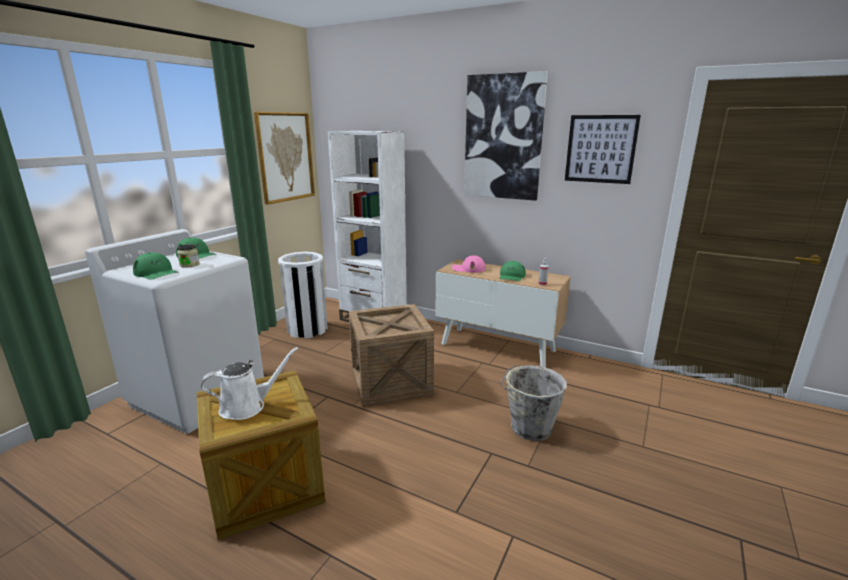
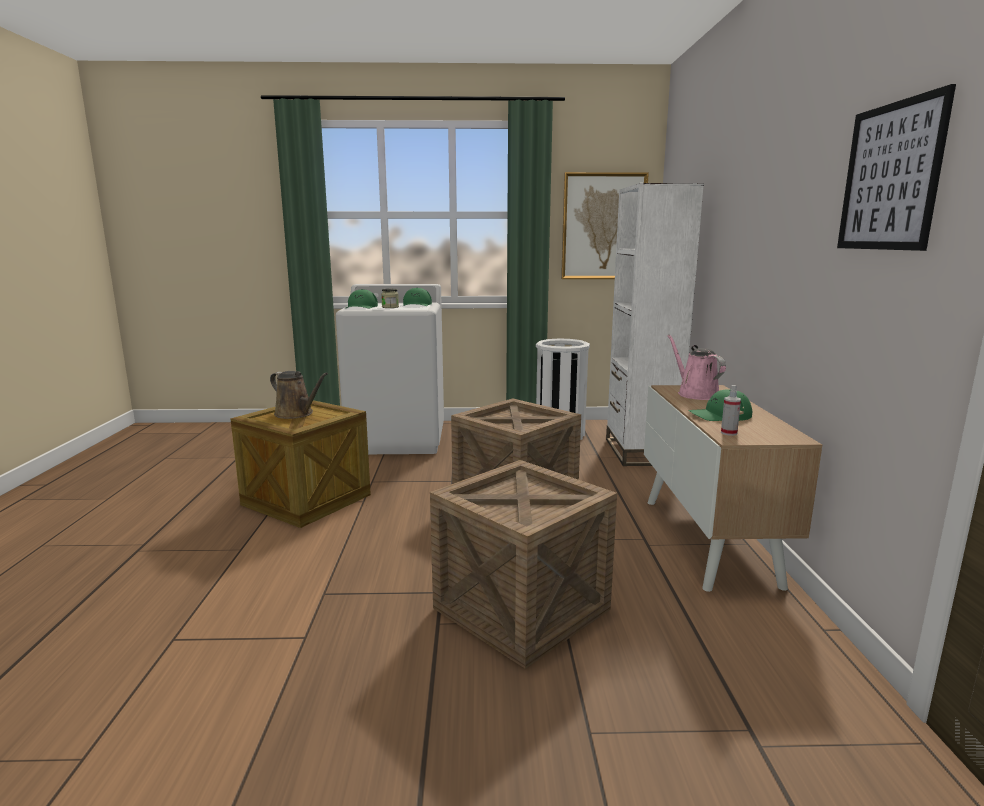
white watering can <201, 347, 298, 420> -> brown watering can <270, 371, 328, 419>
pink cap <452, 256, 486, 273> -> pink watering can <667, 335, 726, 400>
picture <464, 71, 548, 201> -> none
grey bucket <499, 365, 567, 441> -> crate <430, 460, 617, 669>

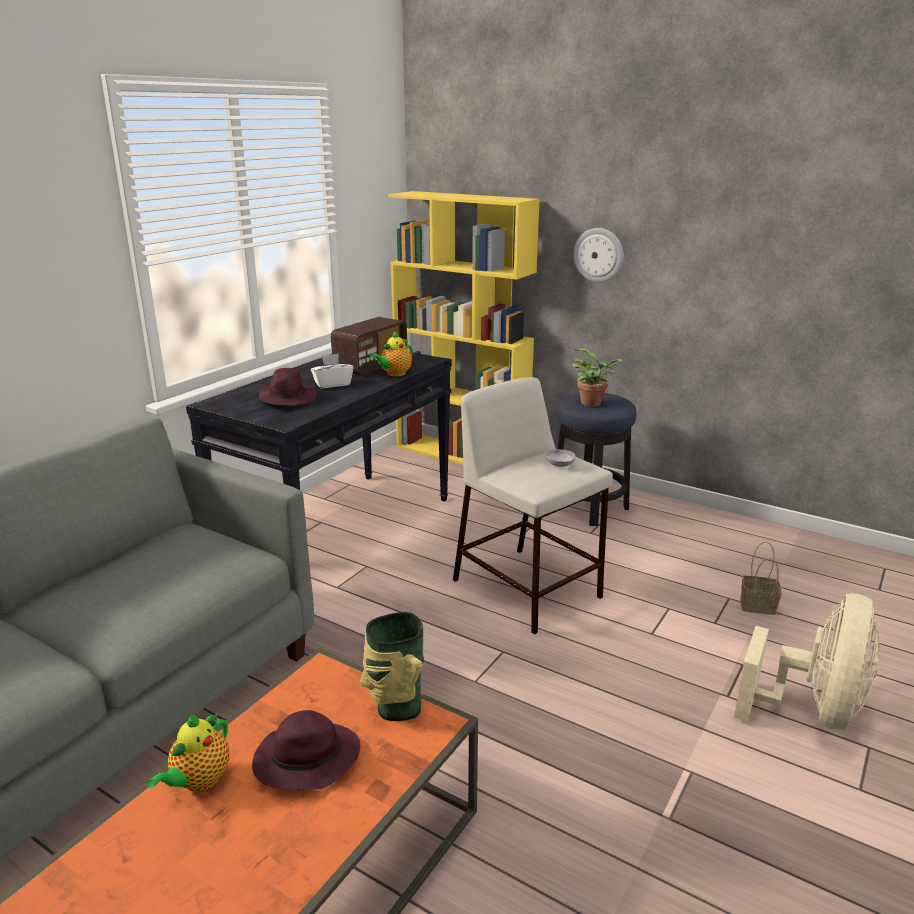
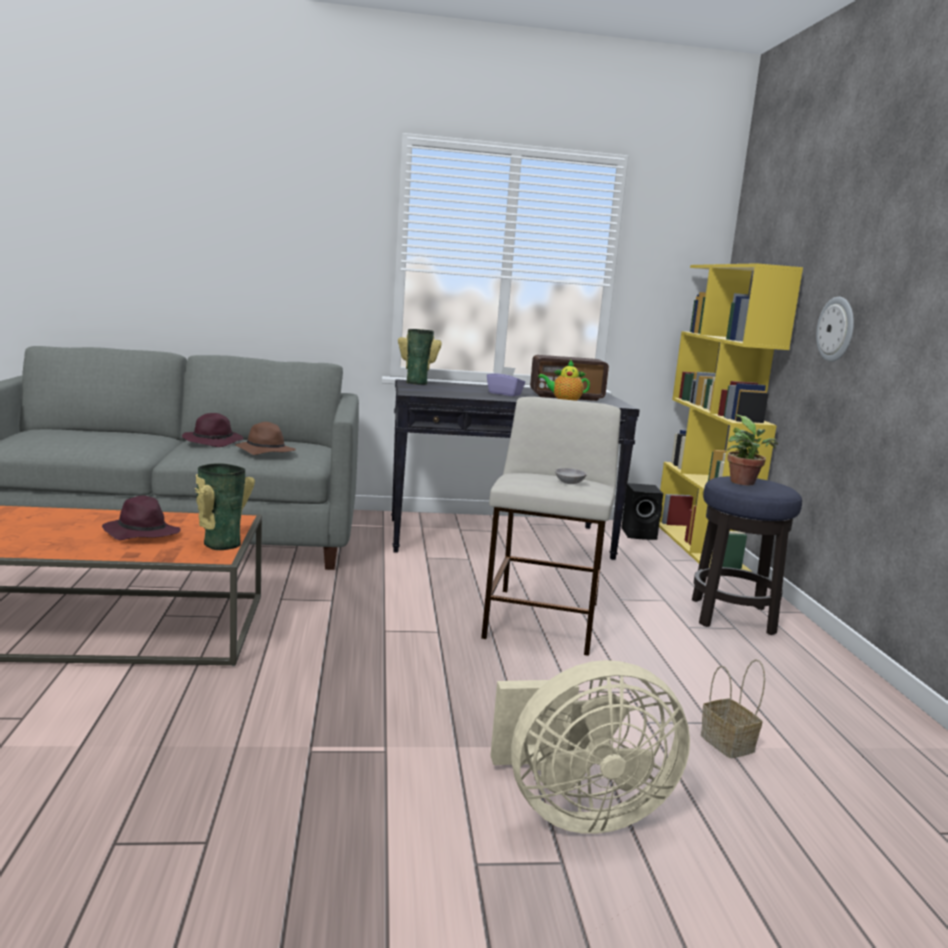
teapot <147, 714, 230, 792> -> none
purple hat <258, 368, 317, 406> -> purple hat <182, 413, 244, 447>, shifted
white tissue box <311, 354, 354, 389> -> purple tissue box <487, 367, 526, 396>
none -> brown hat <235, 422, 296, 455>
none -> vase <398, 329, 442, 385>
none -> black speaker <621, 483, 663, 540>

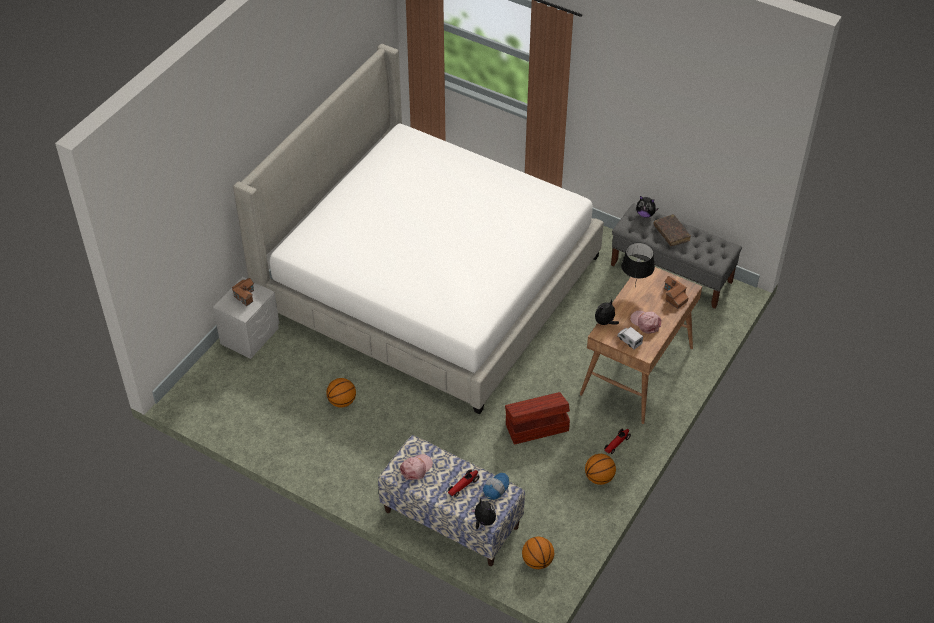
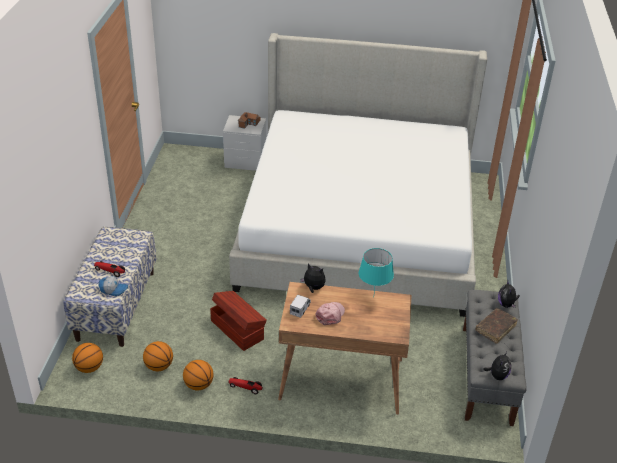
basketball <326, 378, 356, 408> -> basketball <143, 341, 173, 371>, shifted
pink cap <400, 454, 433, 480> -> none
plush toy <471, 498, 496, 529> -> plush toy <483, 352, 511, 380>, shifted
black table lamp <621, 242, 655, 287> -> turquoise table lamp <359, 248, 394, 293>
toy house <664, 276, 689, 309> -> none

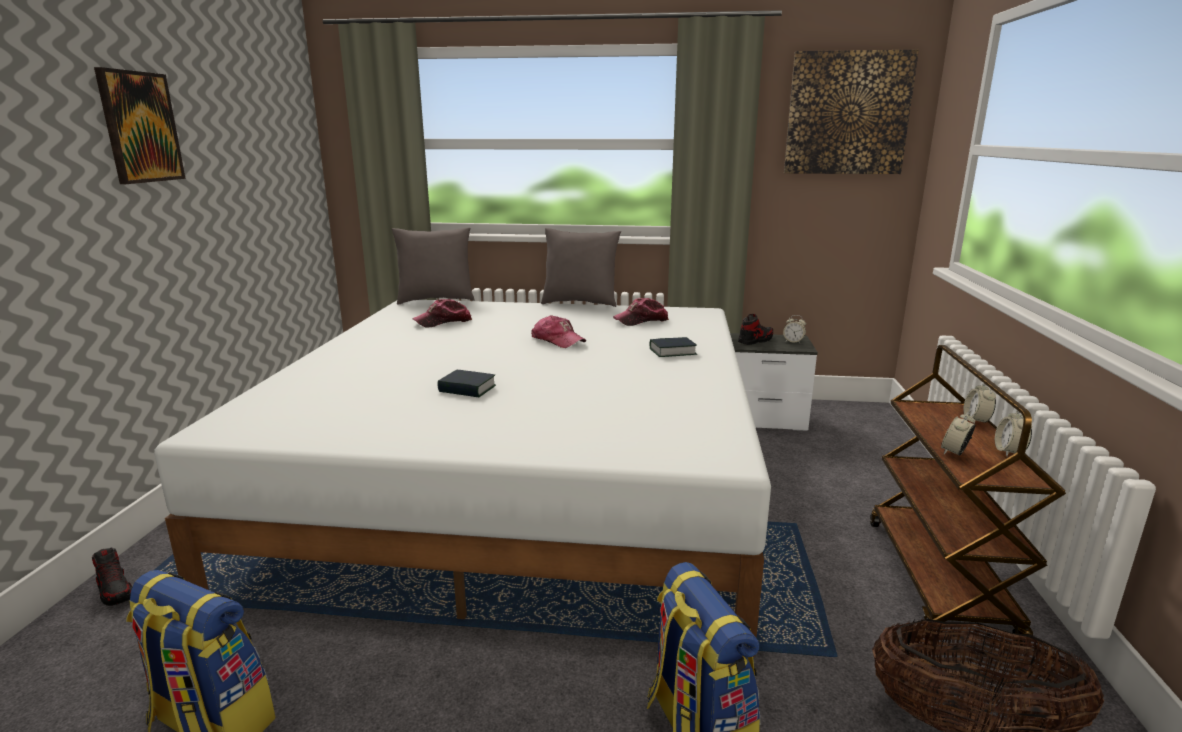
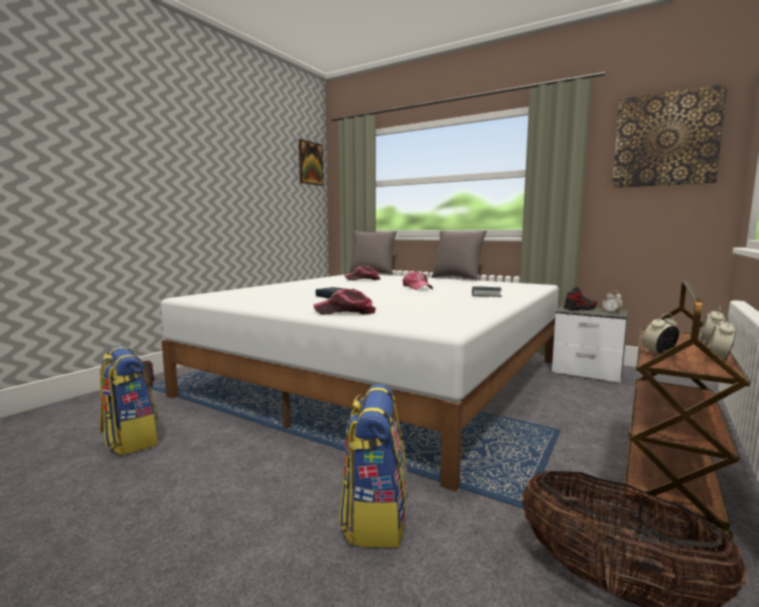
picture <94, 67, 186, 184> -> picture <299, 139, 323, 186>, shifted
cap <613, 298, 669, 326> -> cap <313, 289, 376, 315>, shifted

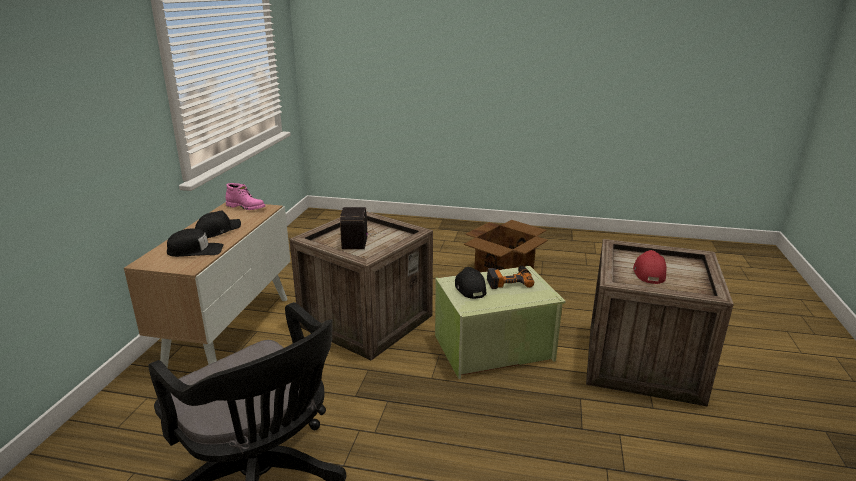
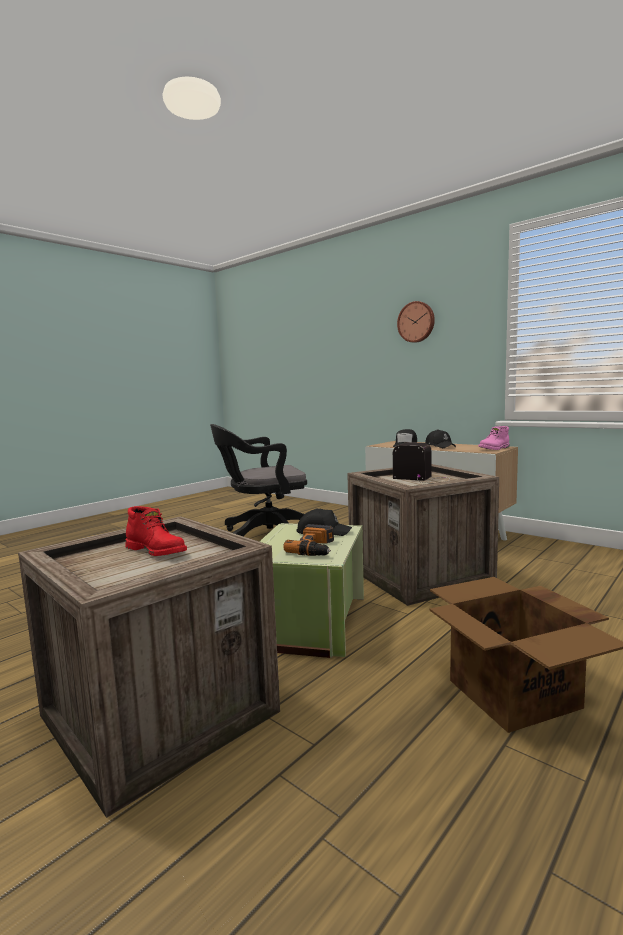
red cap <633, 250, 666, 284> -> red boot <125, 506, 187, 556>
none -> wall clock <397, 301, 435, 343>

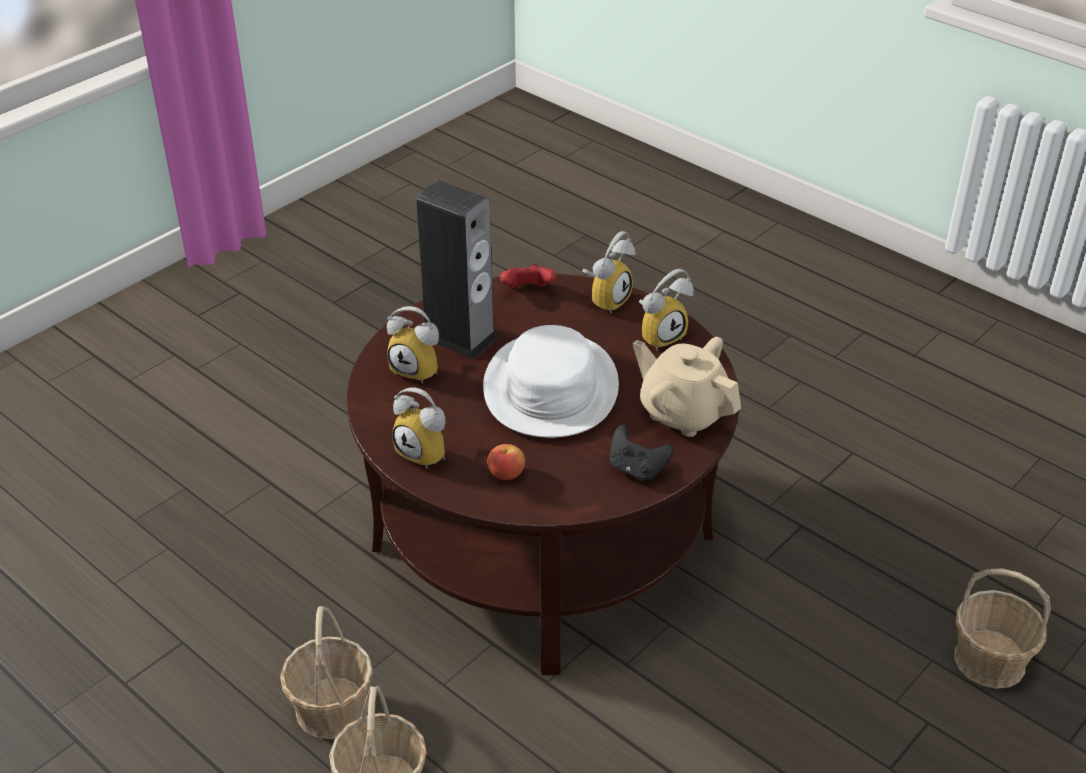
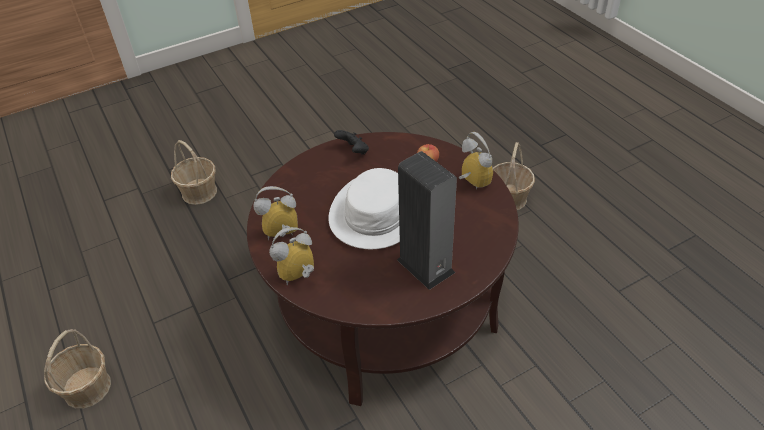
basket <280, 606, 373, 739> -> basket <44, 329, 111, 409>, shifted
alarm clock <387, 306, 439, 384> -> none
red game controller <500, 264, 556, 288> -> none
beige teapot <633, 337, 741, 437> -> none

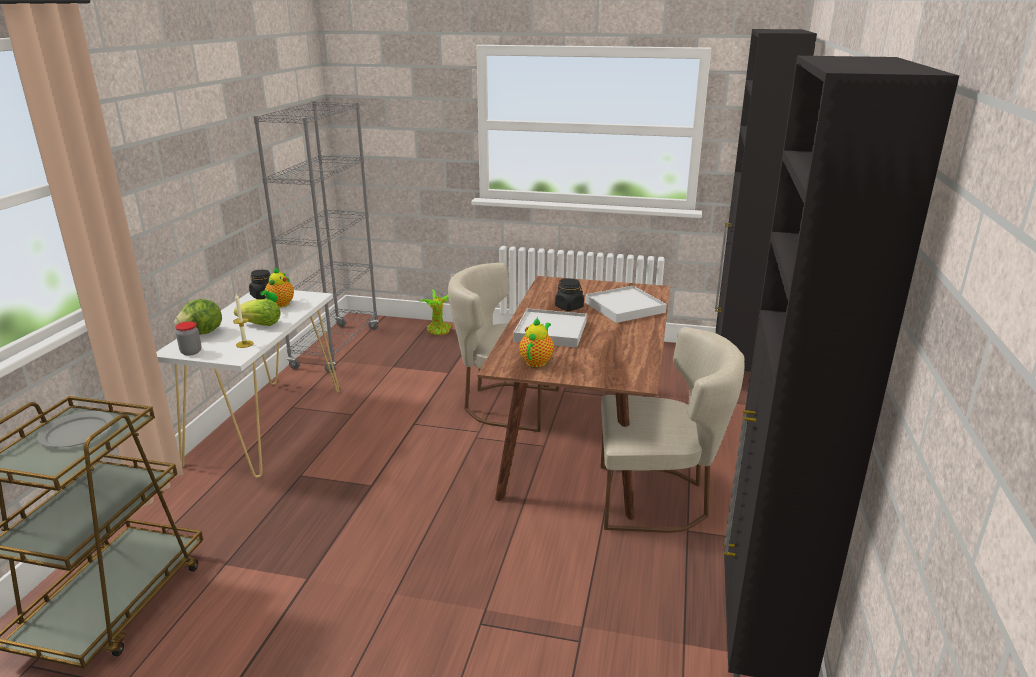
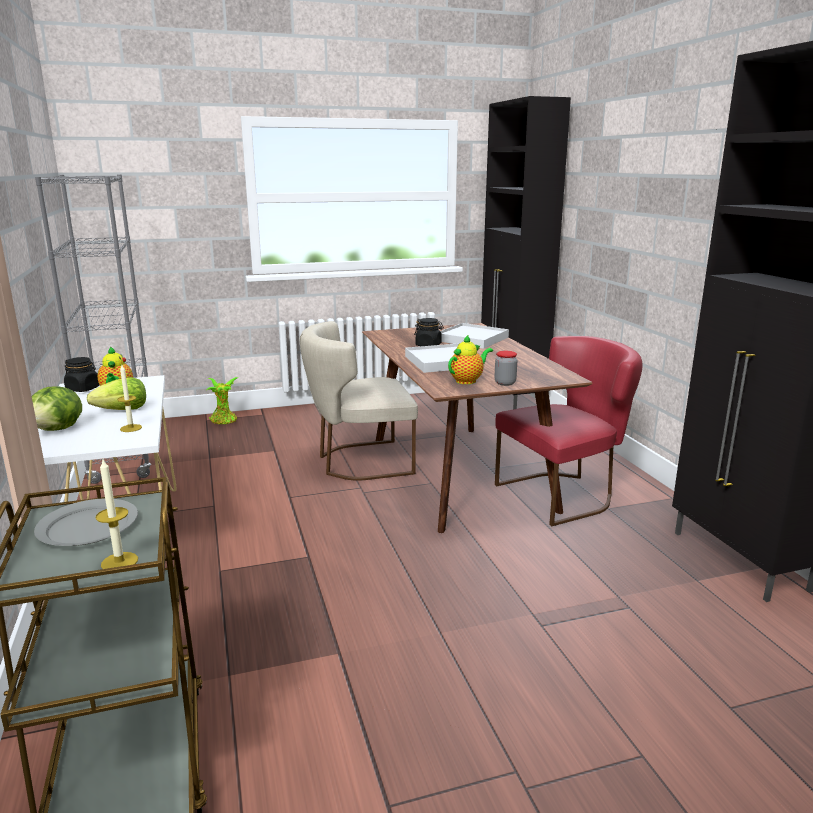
jar <175, 321, 201, 356> -> jar <495, 351, 518, 386>, shifted
teapot <519, 317, 554, 367> -> teapot <448, 334, 493, 384>, 60 degrees clockwise
beige chair <600, 327, 745, 533> -> red chair <495, 336, 643, 526>
none -> candle <96, 460, 138, 569>

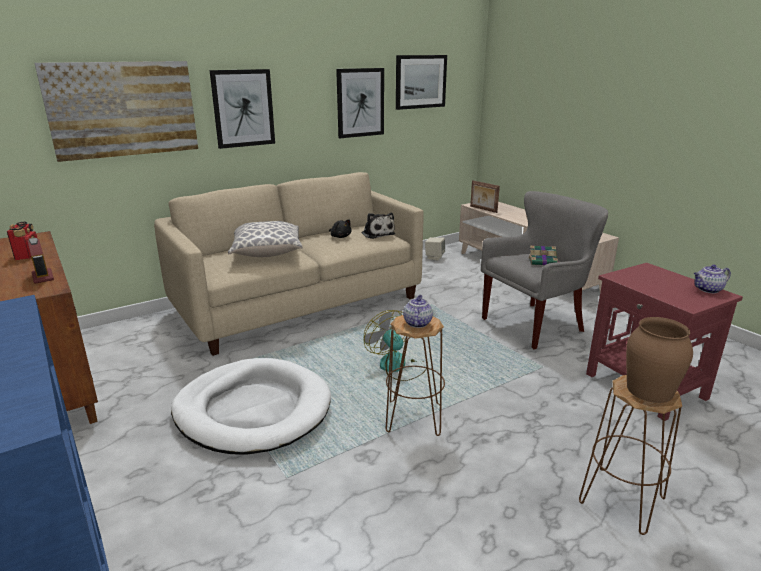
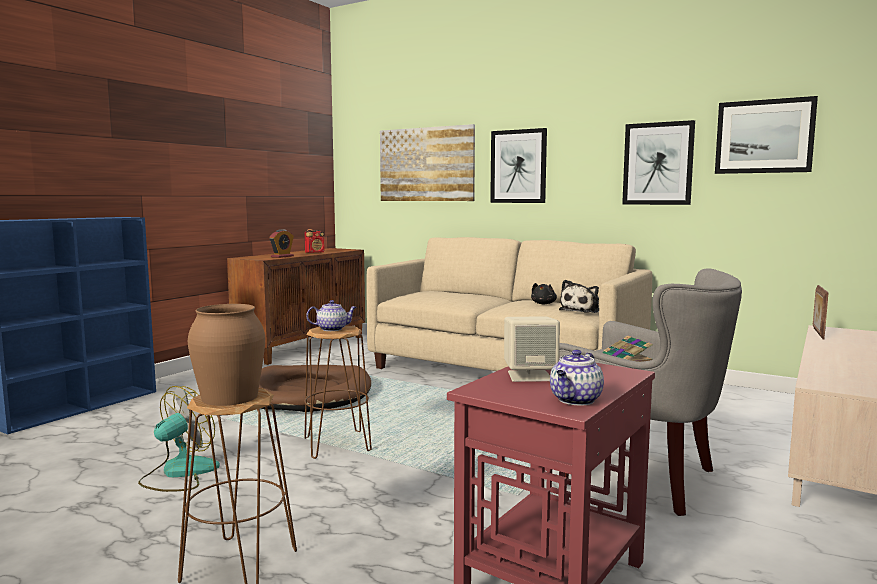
white dog bed <171, 358, 331, 454> -> brown dog bed <259, 365, 371, 412>
pillow <228, 221, 303, 257> -> none
fan <364, 310, 427, 381> -> fan <138, 386, 220, 492>, shifted
beige speaker <425, 237, 445, 261> -> beige speaker <504, 316, 560, 382>, shifted
teapot <694, 265, 731, 293> -> teapot <550, 350, 604, 405>, 105 degrees counterclockwise

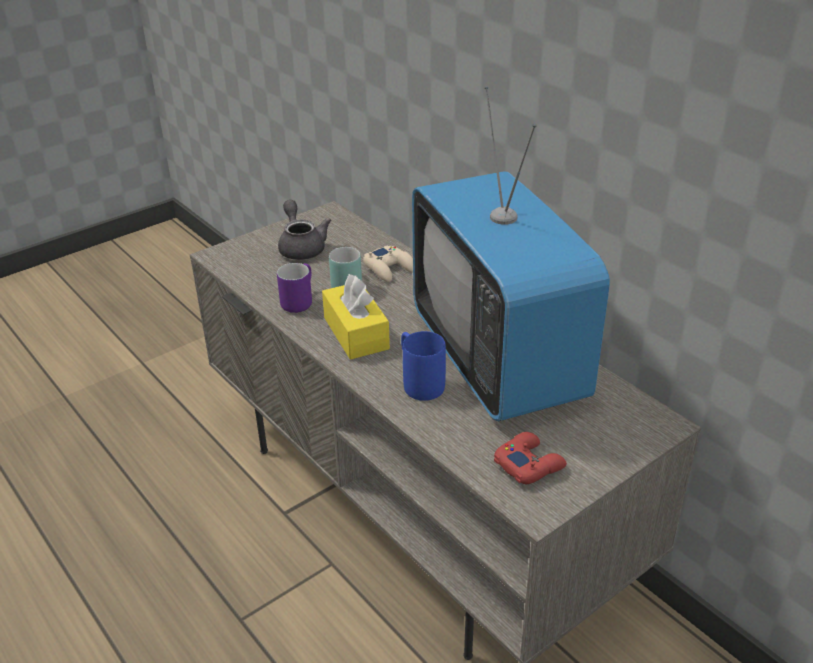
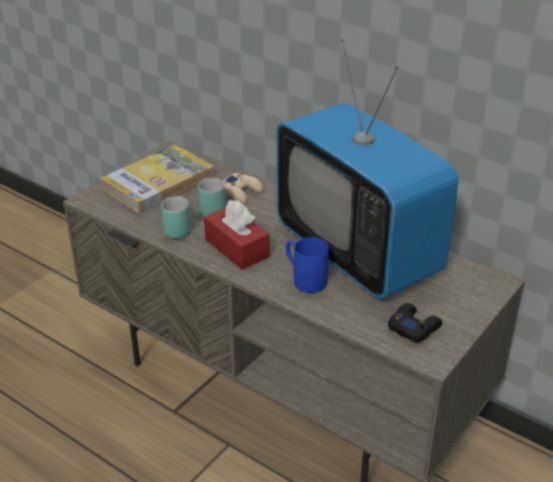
purple mug <277, 263, 312, 313> -> turquoise mug <161, 196, 190, 239>
grey teapot <278, 200, 331, 260> -> book <100, 145, 214, 214>
yellow tissue box <322, 274, 390, 360> -> red tissue box <204, 200, 270, 269>
red game controller <494, 432, 567, 484> -> black game controller <388, 303, 442, 342>

